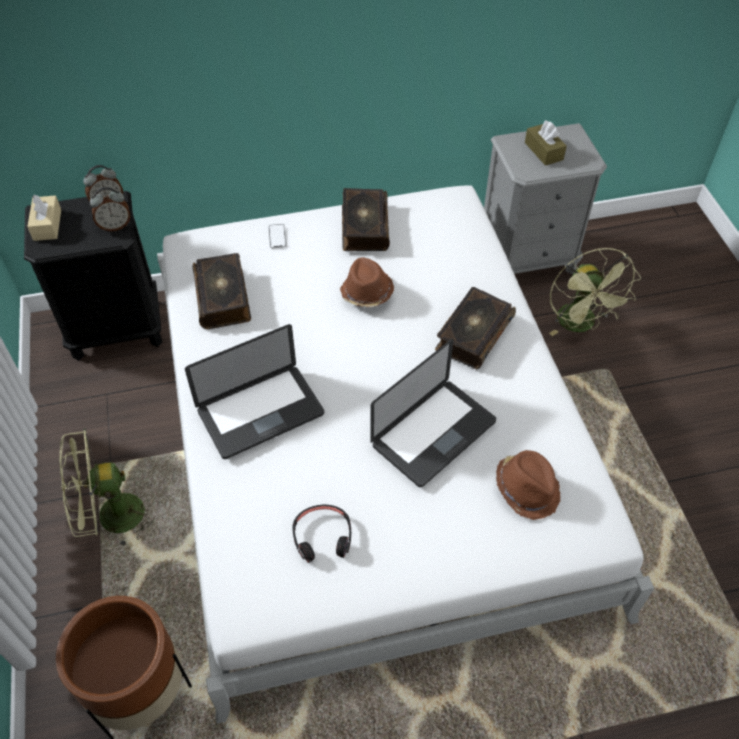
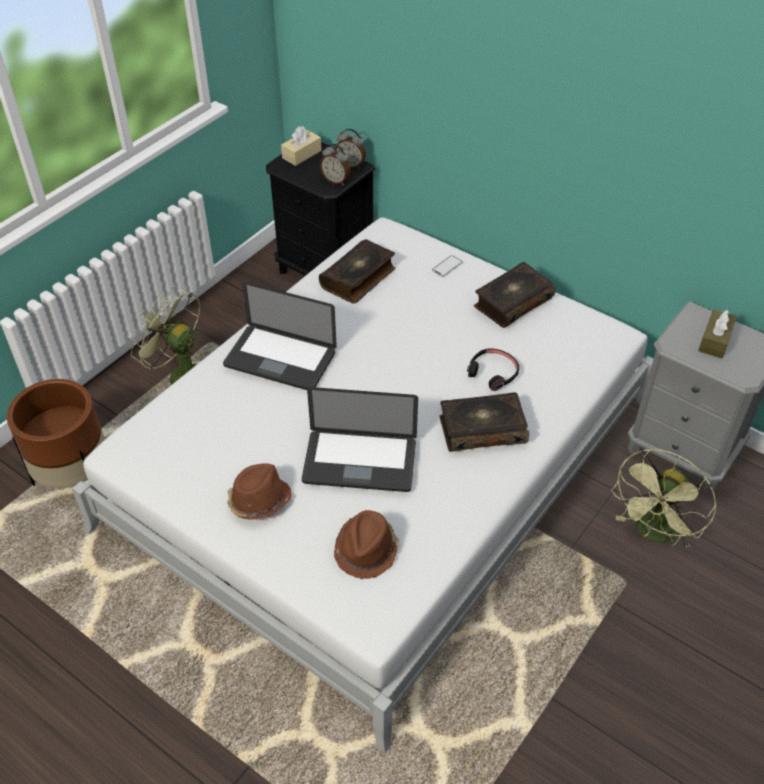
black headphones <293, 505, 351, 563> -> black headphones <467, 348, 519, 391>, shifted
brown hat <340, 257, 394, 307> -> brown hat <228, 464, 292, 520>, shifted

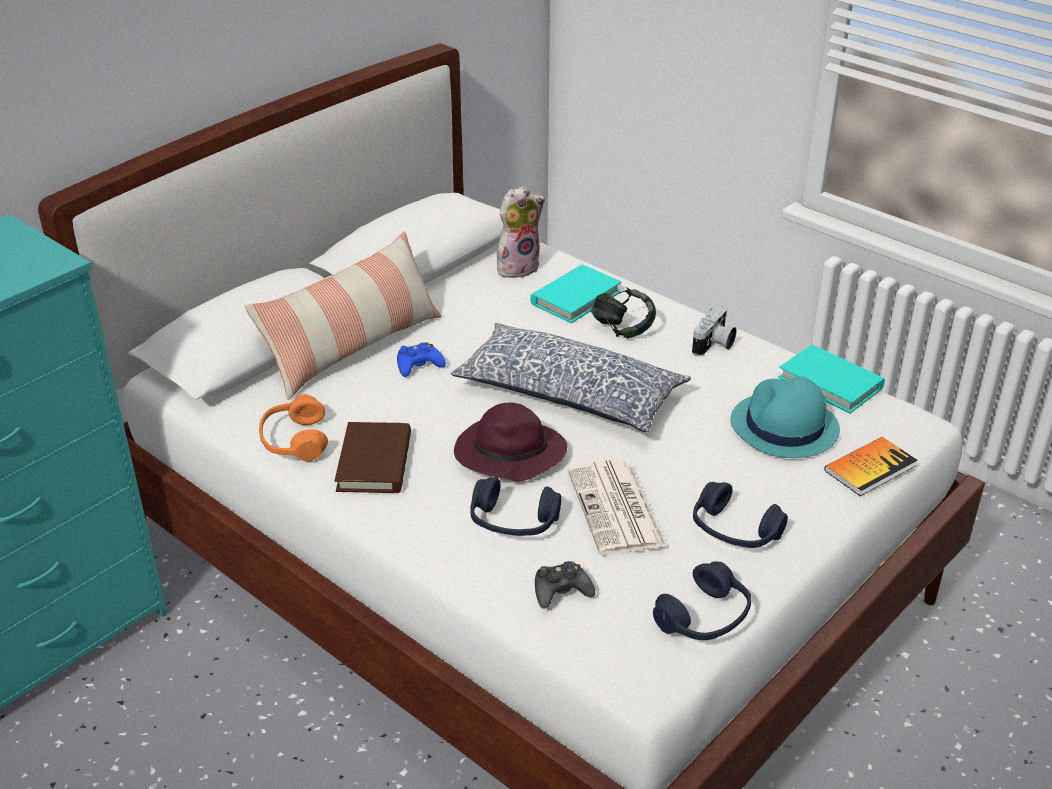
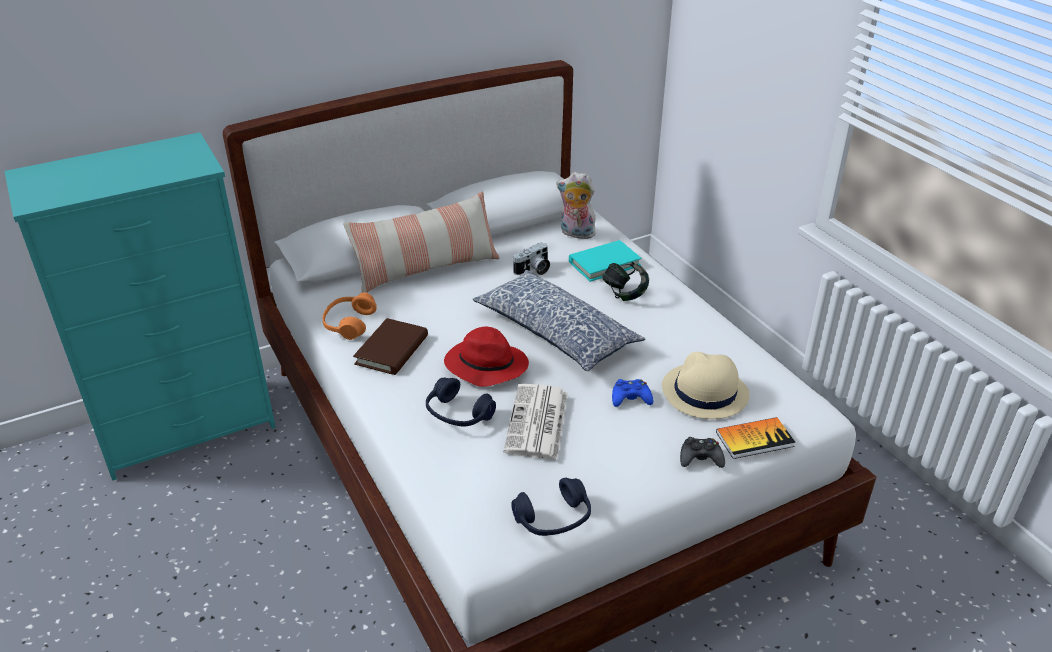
blue game controller <397, 342, 446, 377> -> blue game controller <612, 379, 653, 407>, shifted
purple hat <454, 403, 567, 482> -> red hat <444, 327, 529, 387>
plush toy <497, 186, 545, 278> -> plush toy <556, 172, 598, 239>, 150 degrees counterclockwise
black game controller <535, 561, 595, 609> -> black game controller <680, 437, 725, 468>, shifted
photo camera <692, 306, 737, 356> -> photo camera <513, 242, 550, 275>, shifted
blue headphones <693, 482, 788, 548> -> none
turquoise hat <730, 376, 840, 458> -> beige hat <662, 352, 750, 419>
turquoise book <778, 345, 885, 413> -> none

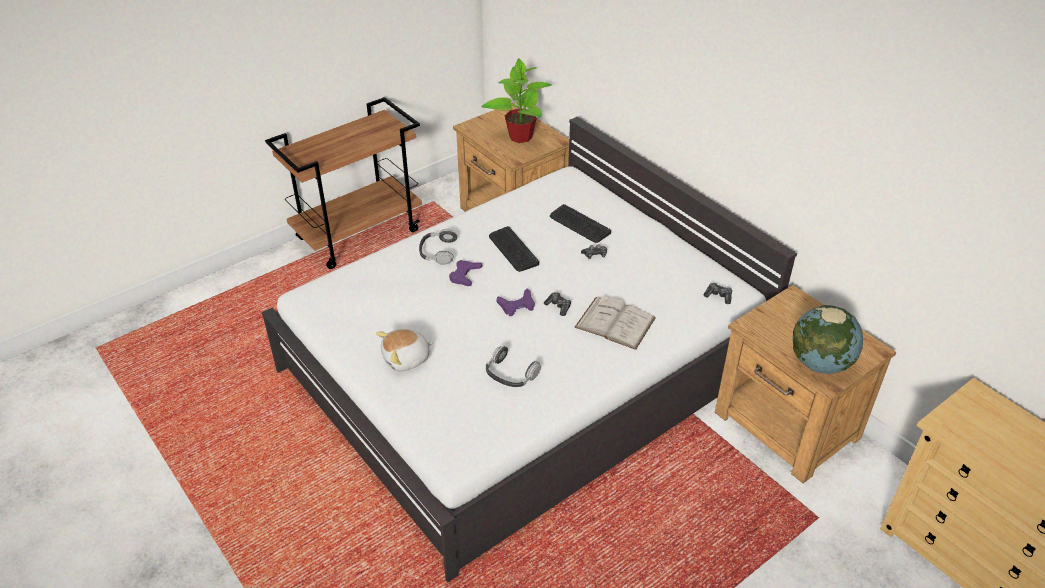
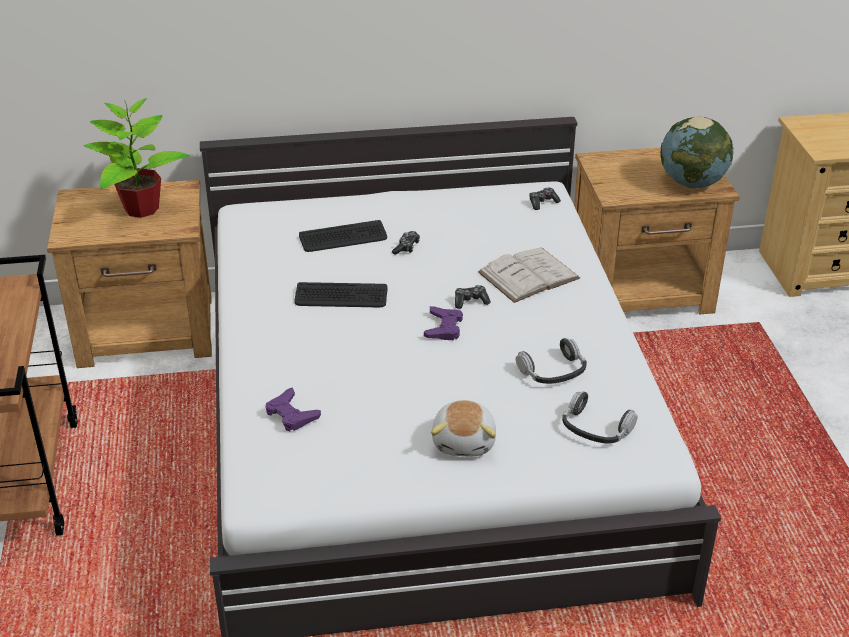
headphones <419, 229, 457, 265> -> headphones <562, 391, 638, 443>, shifted
purple game controller <449, 260, 482, 286> -> purple game controller <265, 388, 321, 431>, shifted

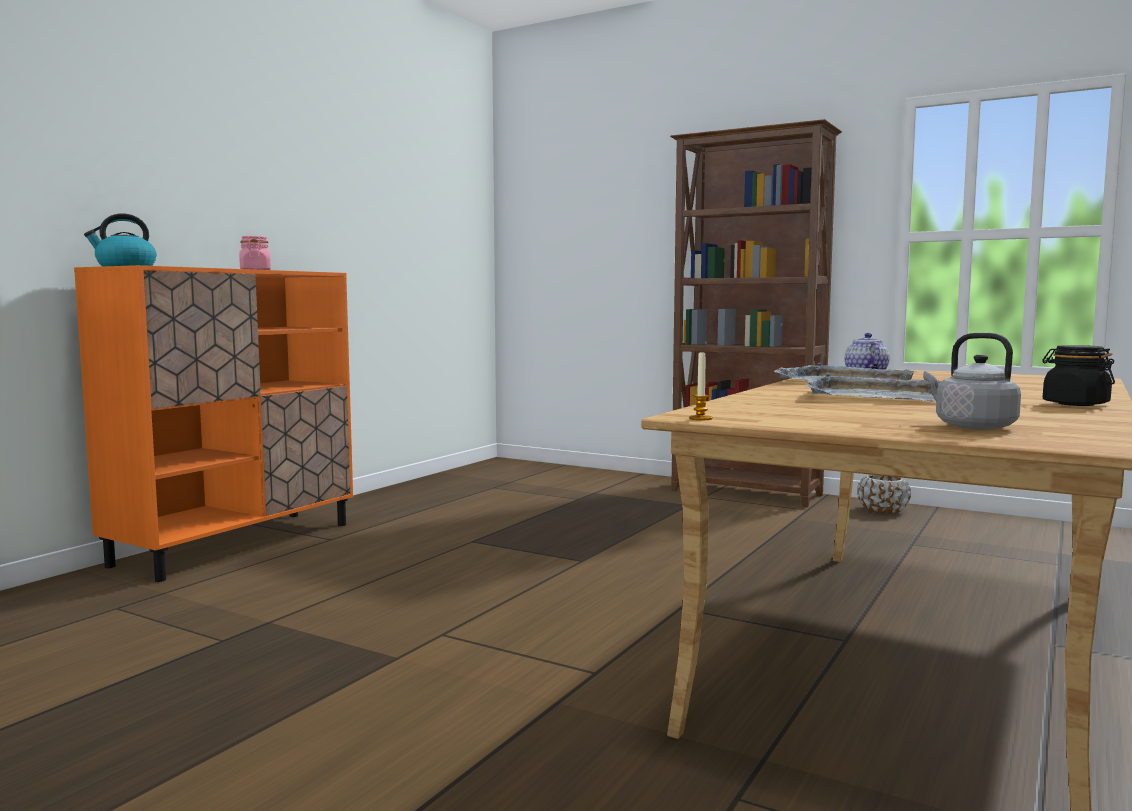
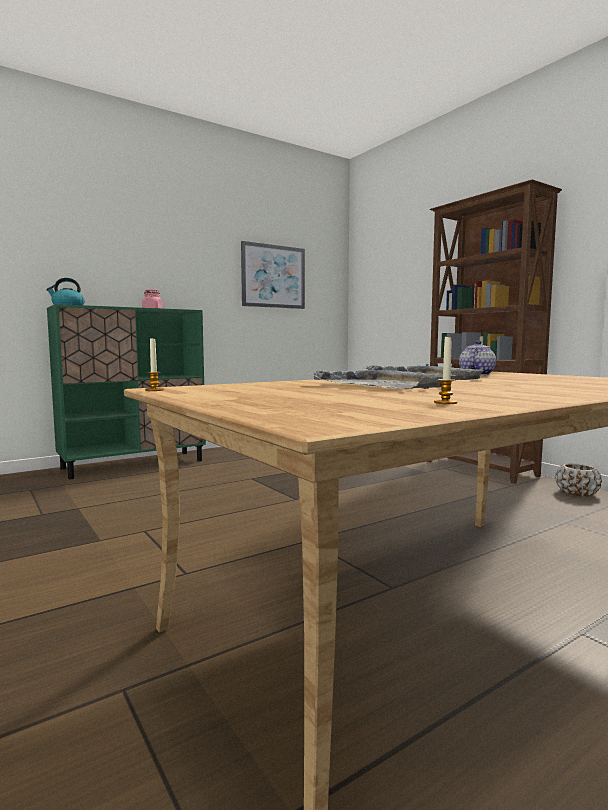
orange cabinet <74, 265, 353, 582> -> green cabinet <47, 304, 206, 479>
grey kettle <923, 333, 1021, 430> -> none
black jar <1042, 345, 1115, 406> -> none
none -> picture <241, 241, 305, 309>
none -> candle <434, 337, 458, 404>

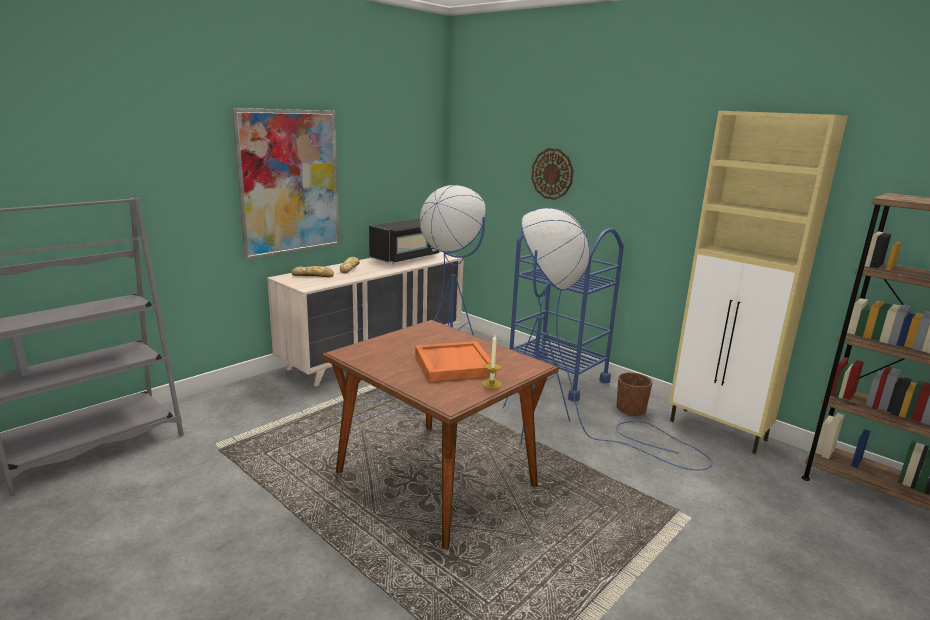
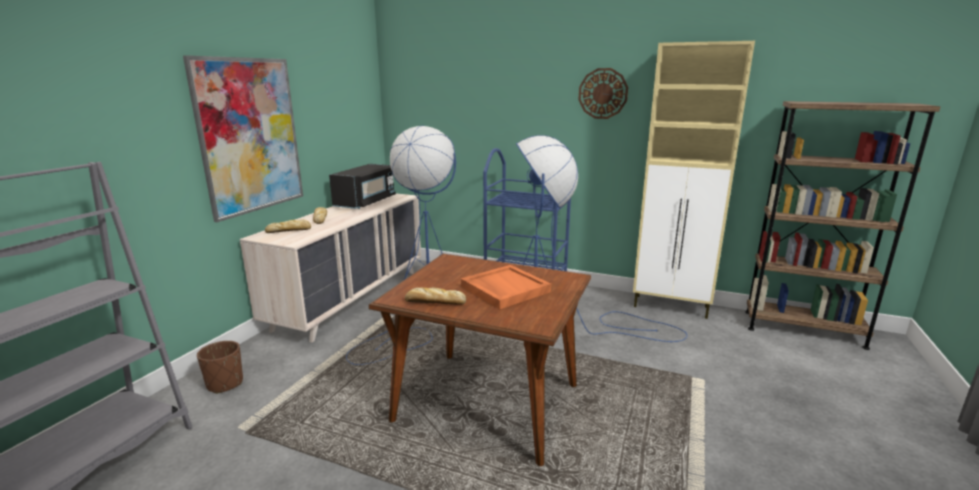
candle <482, 335, 502, 389> -> none
wall clock <531, 148, 574, 200> -> wall clock <578, 68, 628, 119>, shifted
brown planter <616, 372, 653, 416> -> brown planter <197, 341, 243, 394>, shifted
none -> bread <405, 288, 466, 305>

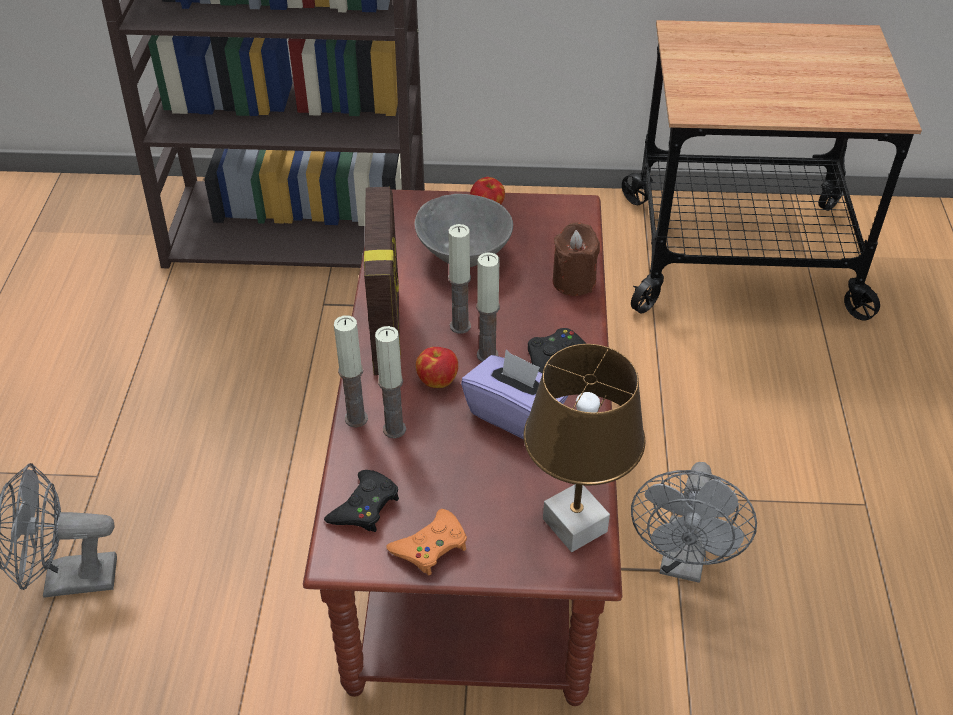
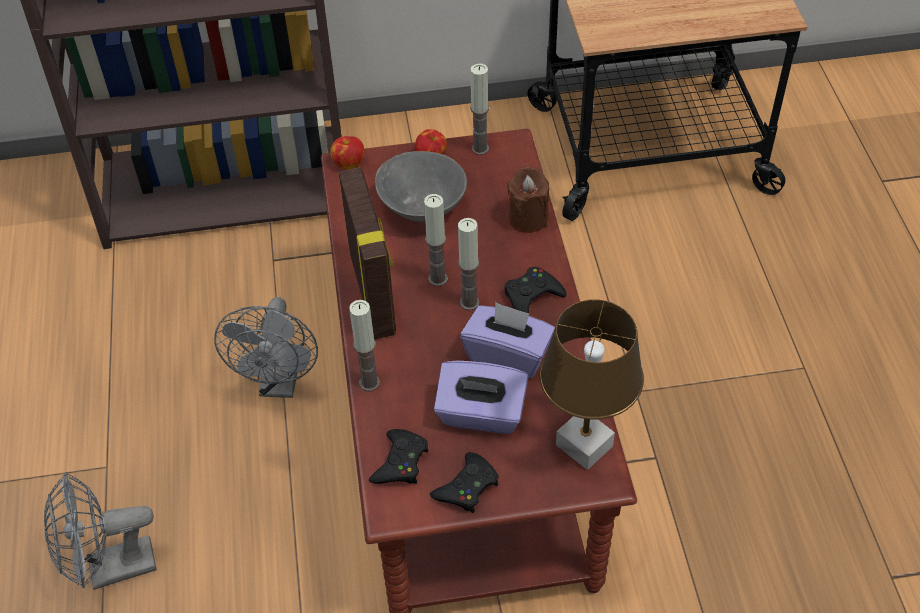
candle <375, 326, 406, 438> -> candle <470, 63, 489, 155>, shifted
orange game controller <386, 509, 467, 575> -> black game controller <430, 452, 498, 513>
apple <416, 347, 458, 388> -> apple <330, 136, 364, 170>, shifted
grey fan <631, 462, 757, 583> -> grey fan <214, 297, 318, 398>, shifted
none -> purple tissue box <434, 361, 528, 434>

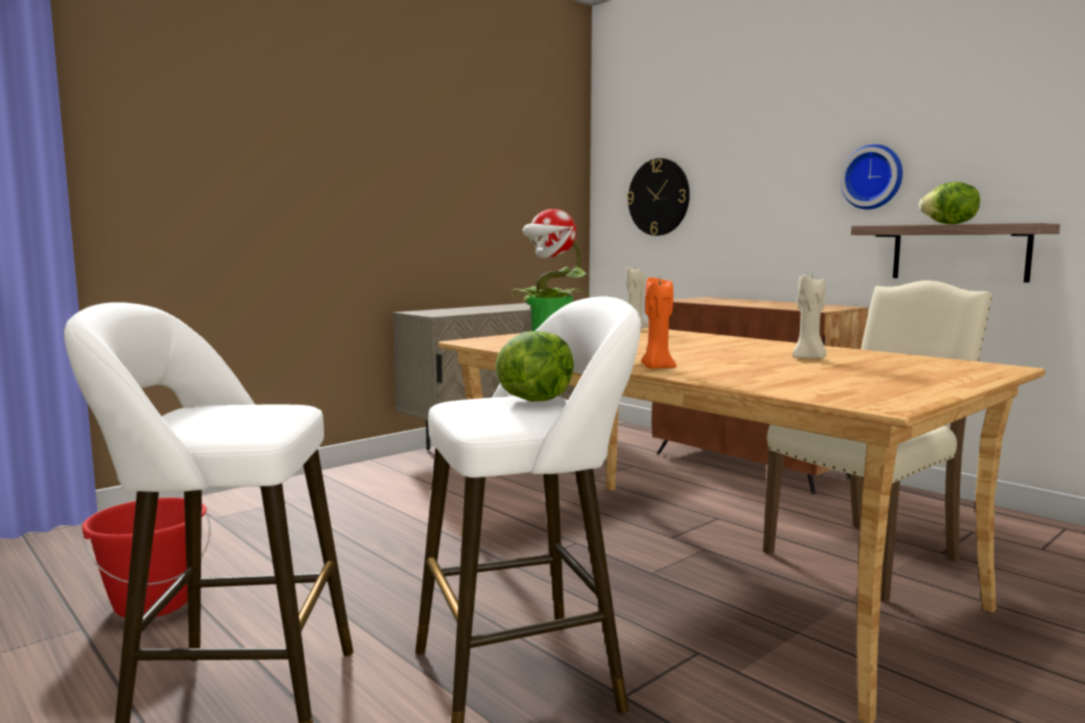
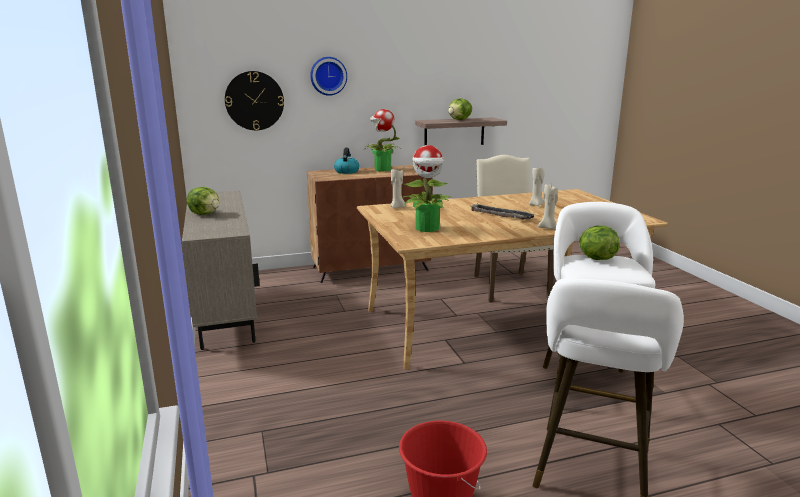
orange candle <641, 277, 677, 369> -> beige candle <538, 184, 558, 229>
wall clock <840, 144, 903, 209> -> wall clock <310, 57, 347, 96>, shifted
none -> lettuce <187, 187, 219, 215>
none -> kettle <334, 147, 359, 174>
none -> potted plant <365, 109, 400, 171>
none -> tray <471, 204, 536, 220>

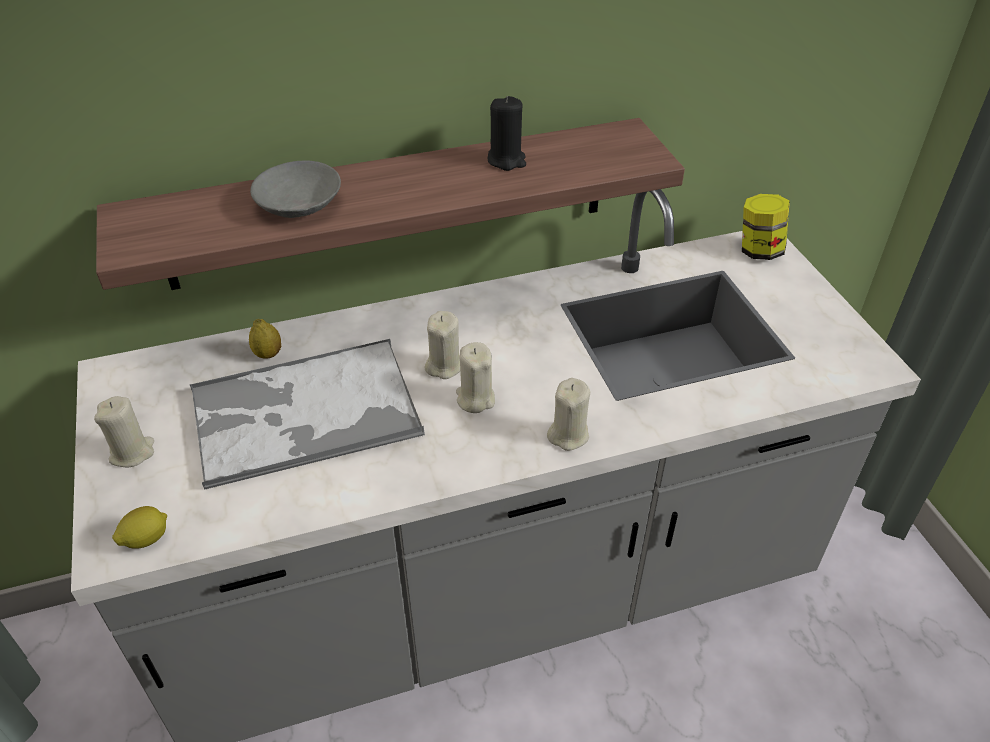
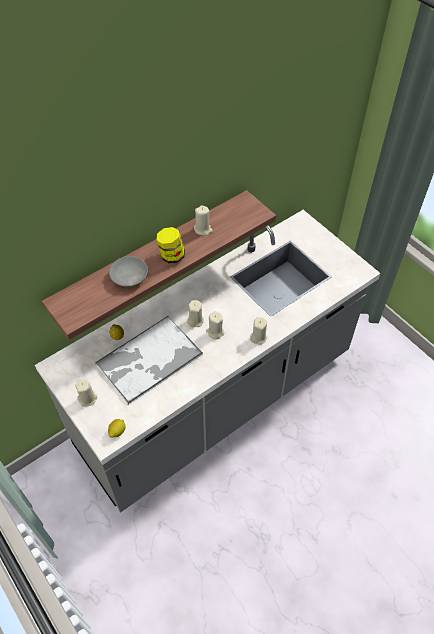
black candle <488, 96, 526, 171> -> beige candle <194, 206, 213, 236>
jar <742, 194, 790, 260> -> jar <156, 227, 185, 263>, shifted

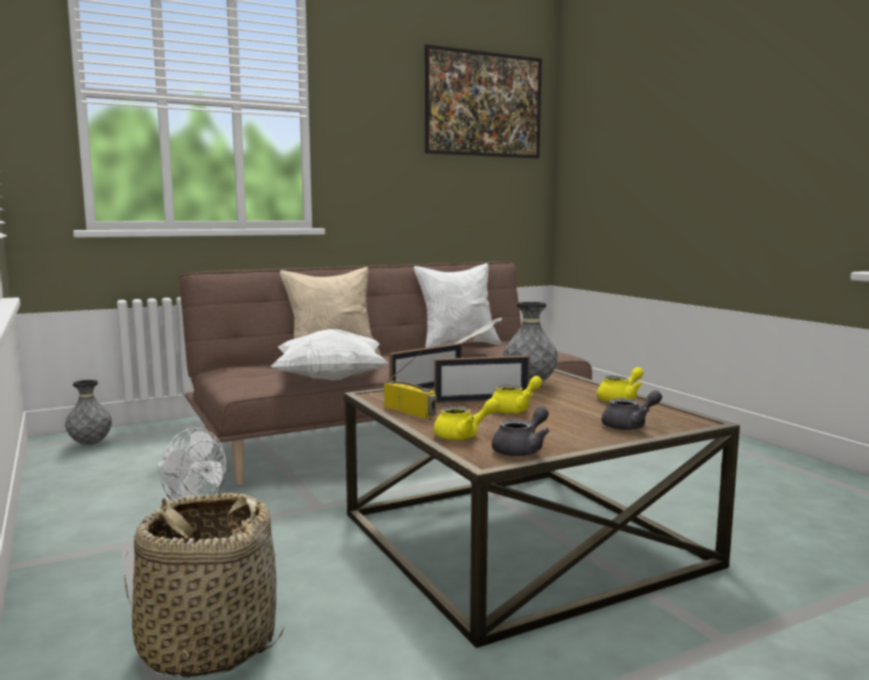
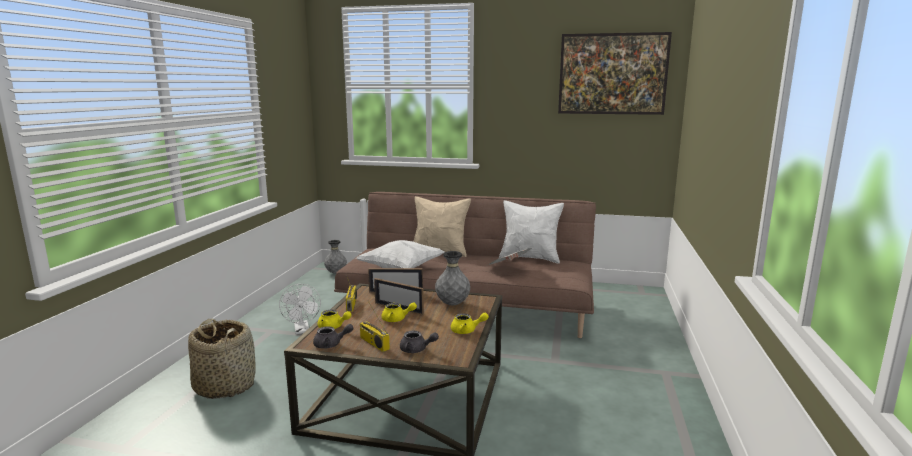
none -> radio <360, 300, 390, 352>

